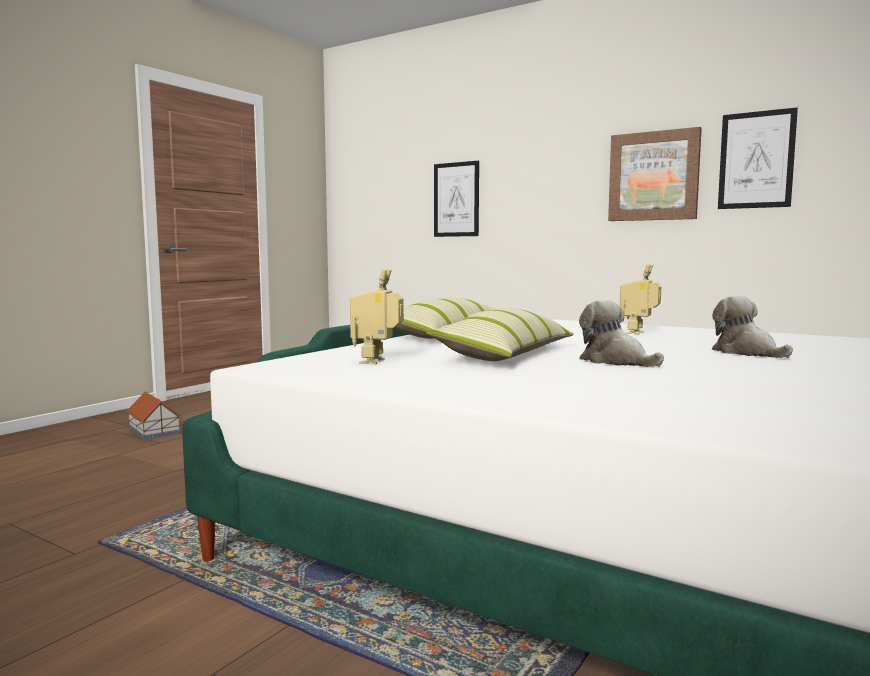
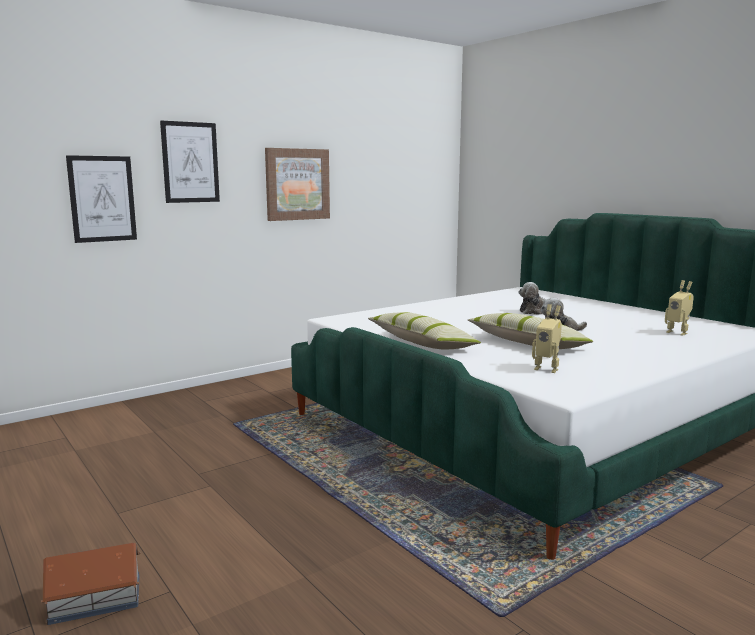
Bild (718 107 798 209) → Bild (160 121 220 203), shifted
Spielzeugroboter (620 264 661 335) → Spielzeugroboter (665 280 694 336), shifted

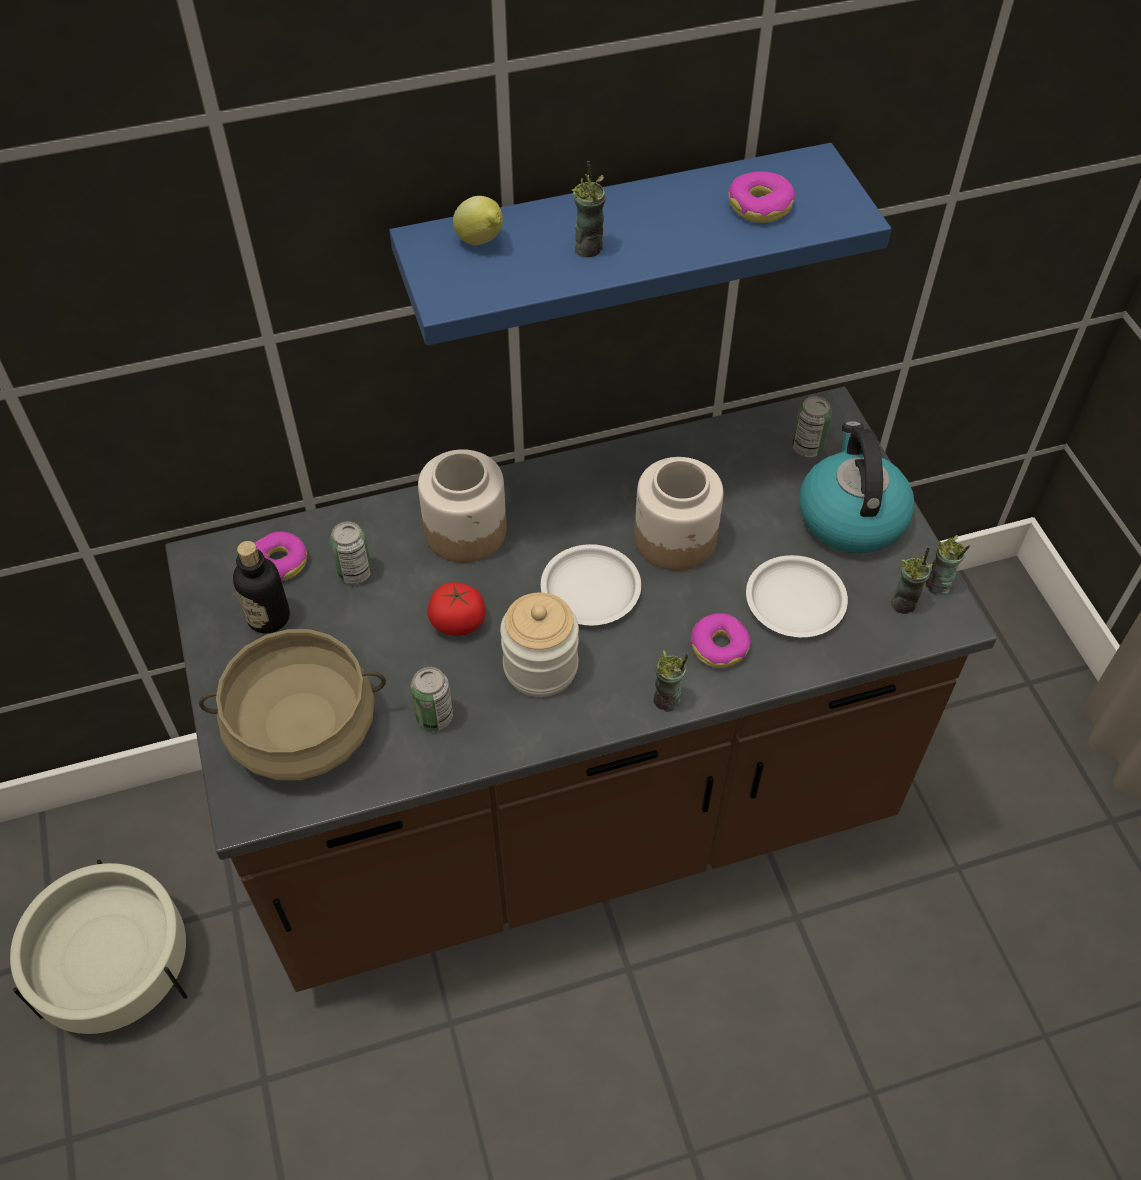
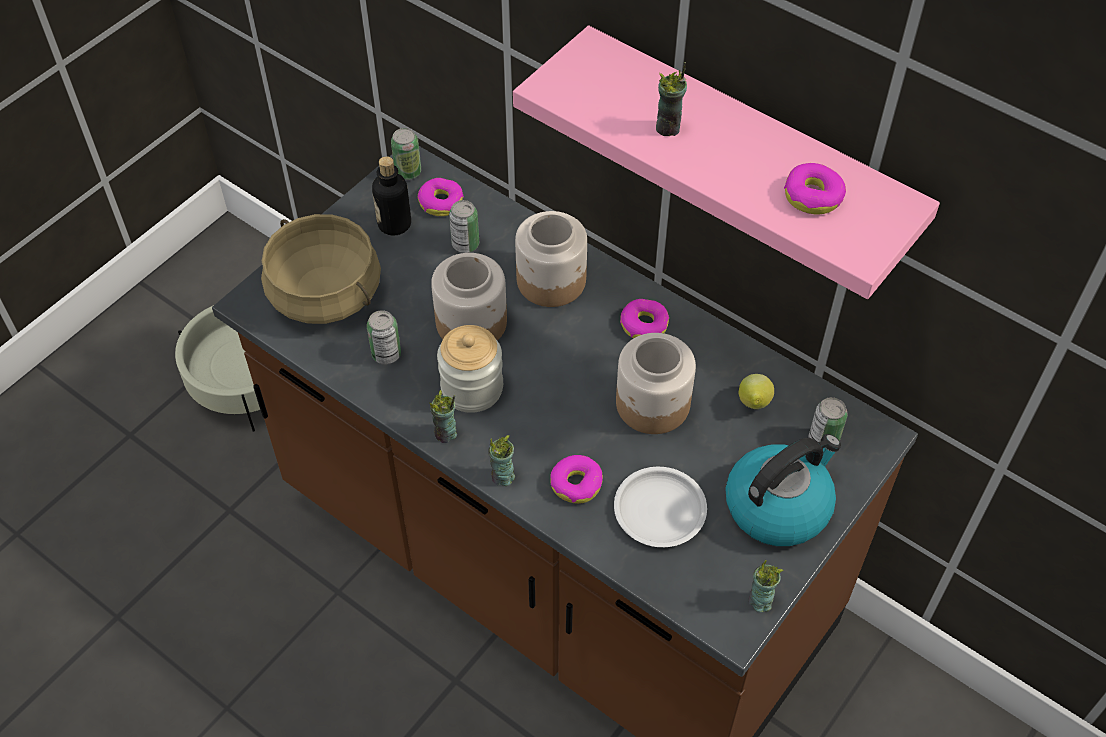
- → Dose (391 128 421 180)
Tasse (891 547 933 614) → Tasse (429 390 457 443), shifted
Tomate (427 582 485 636) → Vorratsglas (431 253 507 341)
Wandregal/blau (389 143 891 346) → Wandregal/rosa (513 25 940 299)
- → Donut (620 299 669 338)
Zitrone (453 196 503 245) → Zitrone (739 374 774 409), shifted
Teller/weiß (541 544 641 625) → -

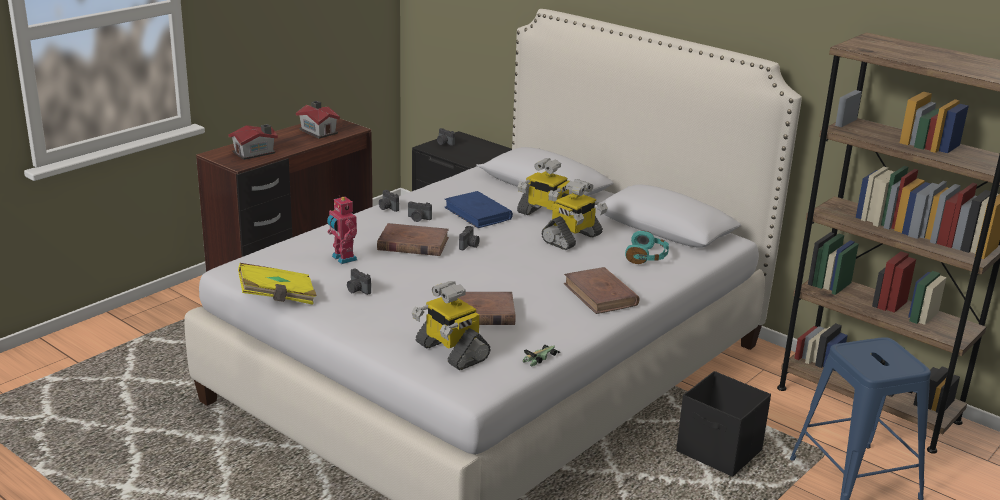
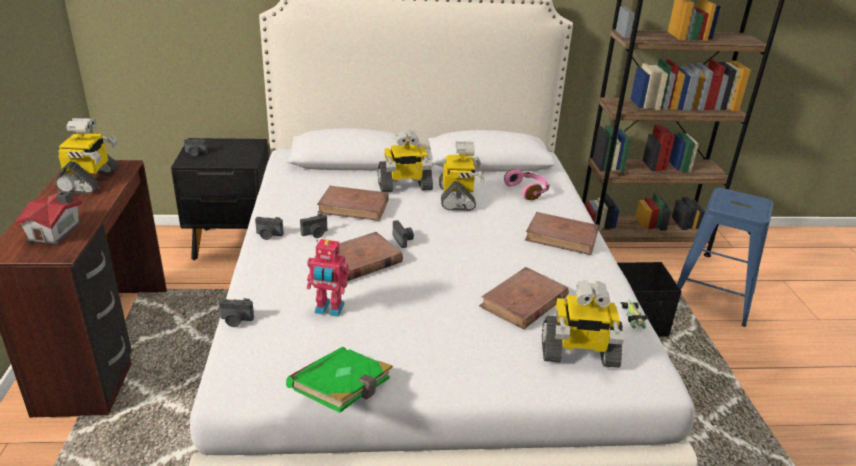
Spielzeughaus (296 101 340 139) → Spielzeugroboter (55 118 117 194)
Kamera (347 269 371 295) → Kamera (219 298 254 327), shifted
Buch/gelb (238 263 317 305) → Buch/grün (286 347 393 413)
Buch/blau (444 191 513 228) → Buch/braun (317 186 389 221)
Kopfhörer/türkis (625 231 669 264) → Kopfhörer/rosa (504 169 550 200)

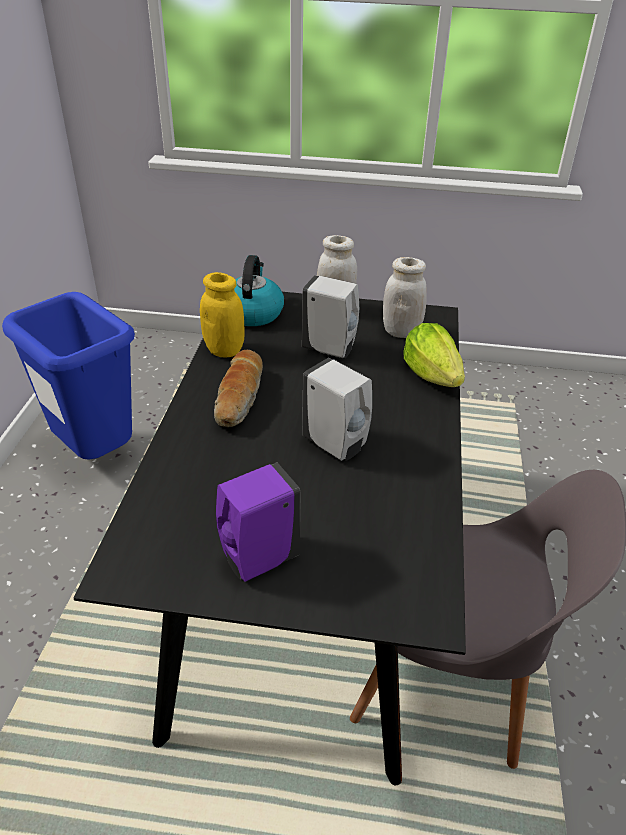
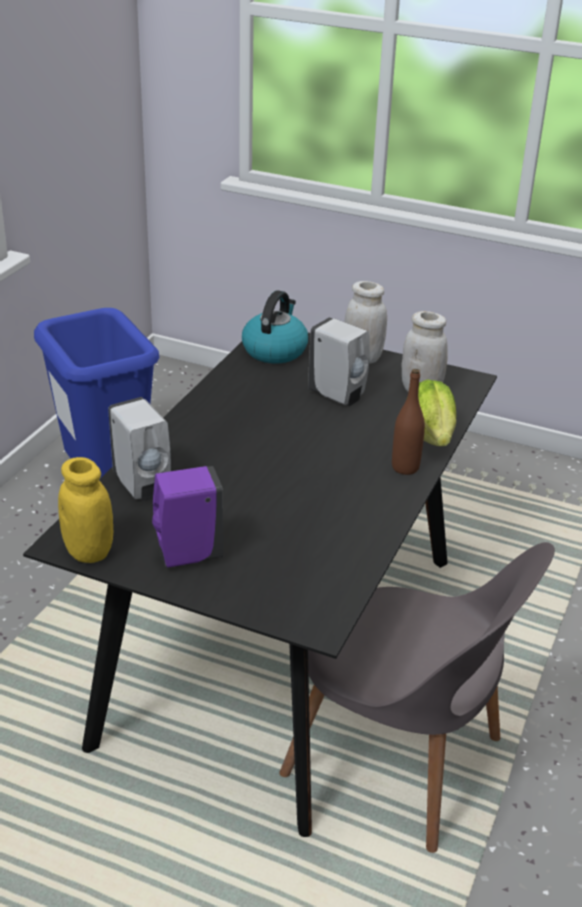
Vorratsglas/gelb (200 272 244 357) → Vorratsglas/gelb (58 457 113 563), shifted
Seifenspender/weiß (302 358 372 461) → Seifenspender/weiß (108 397 171 501), shifted
- → Flasche/braun (392 369 425 475)
Brot (214 350 263 427) → -

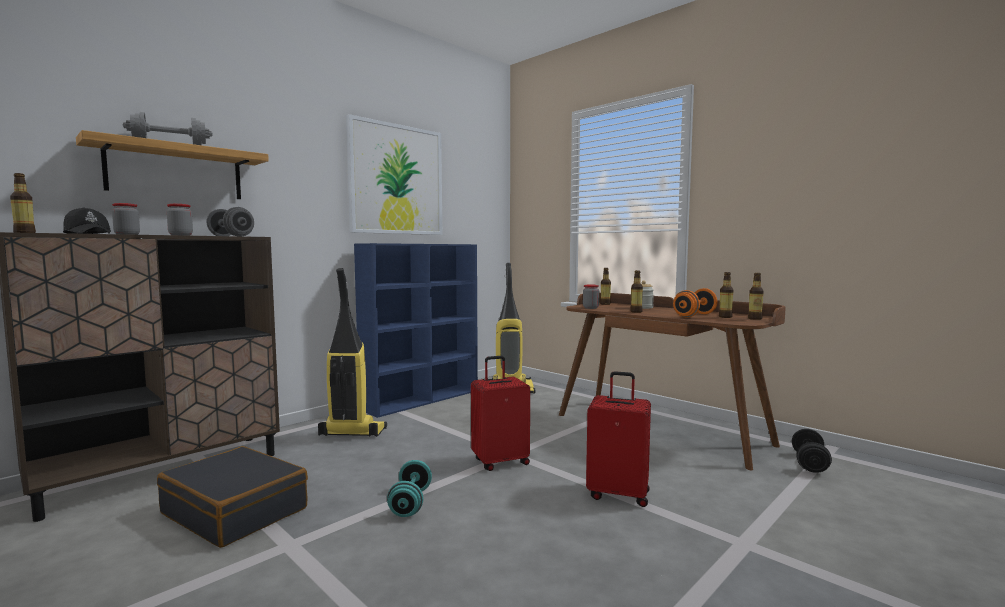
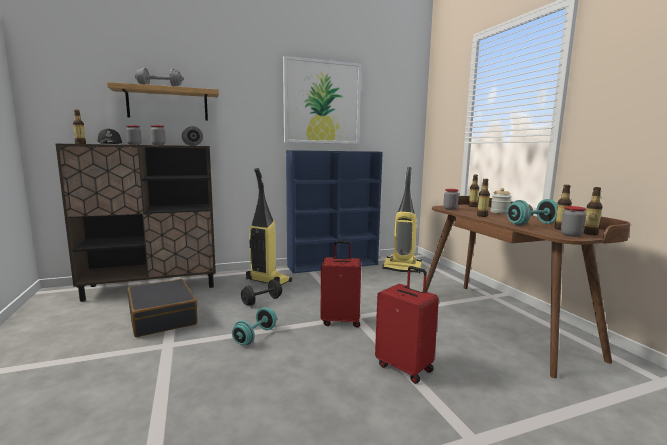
Hantel/schwarz (792 429 832 473) → Hantel/schwarz (241 280 282 306), shifted
Hantel/orange (673 288 717 317) → Hantel/türkis (507 199 558 226)
- → Vorratsglas (561 206 586 237)

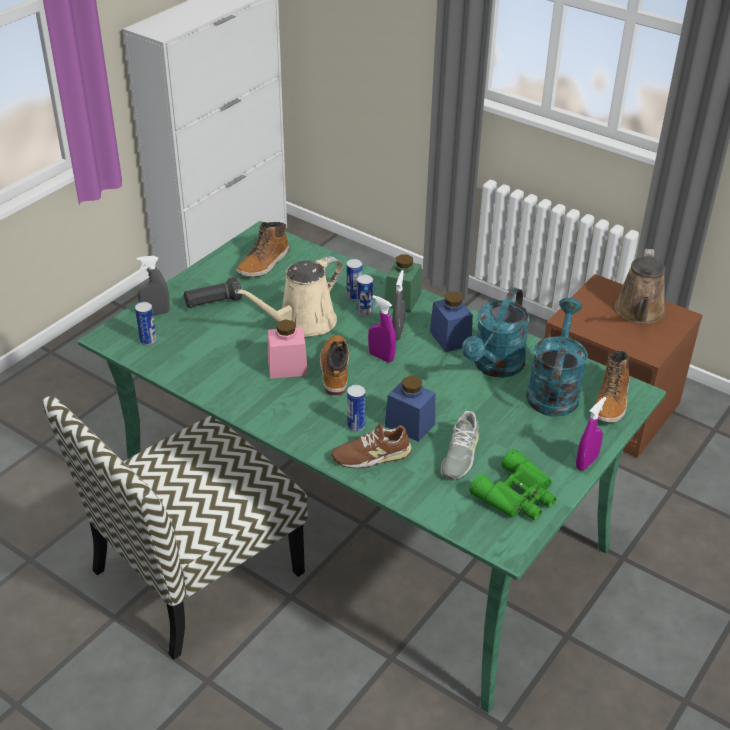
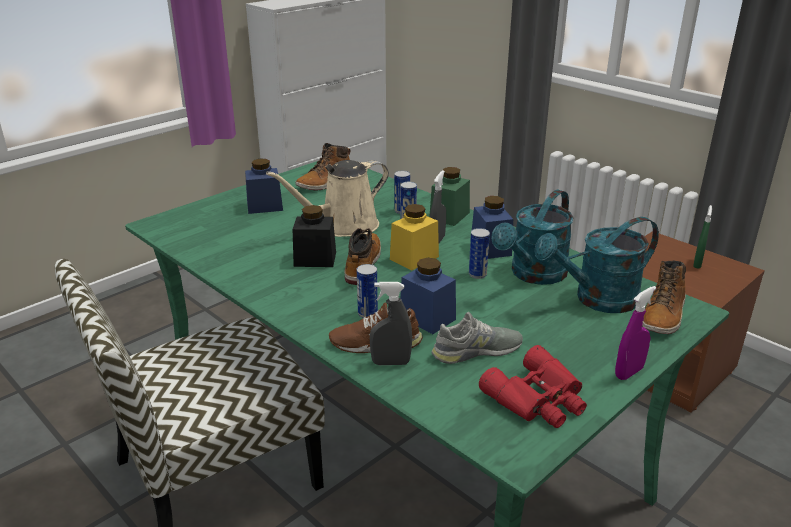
Taschenlampe/schwarz (183 277 242 308) → Vorratsglas/blau (245 159 283 214)
Vorratsglas/rosa (268 319 308 379) → Vorratsglas/schwarz (293 205 336 267)
Sprühflasche/grau (137 256 170 315) → Sprühflasche/grau (370 282 412 365), shifted
Sprühflasche/lila (368 295 396 362) → Vorratsglas/gelb (390 204 439 270)
Schuh/grau (440 411 479 479) → Schuh/grau (431 312 523 364), 135 degrees counterclockwise
Dose (135 302 157 346) → Dose (469 228 490 279), shifted
Fernglas/grün (470 449 557 520) → Fernglas/rot (479 345 587 428)
Gießkanne/türkis (526 298 588 417) → Gießkanne/türkis (534 217 659 313), 135 degrees counterclockwise
Gießkanne/braun (615 249 666 324) → Sprühflasche/grün (693 205 712 269)

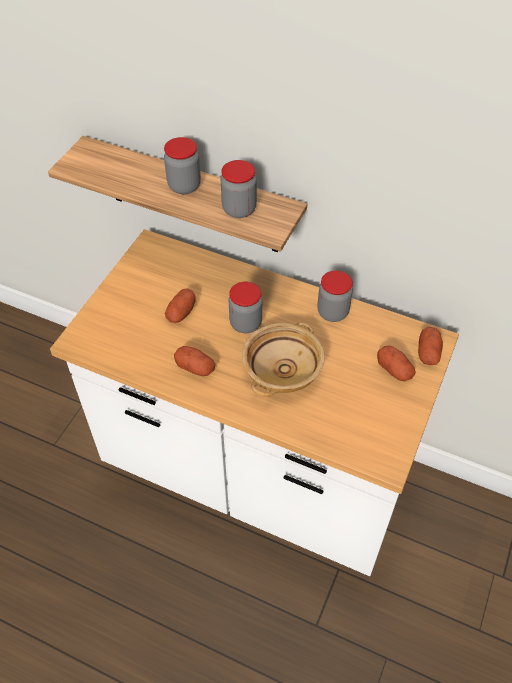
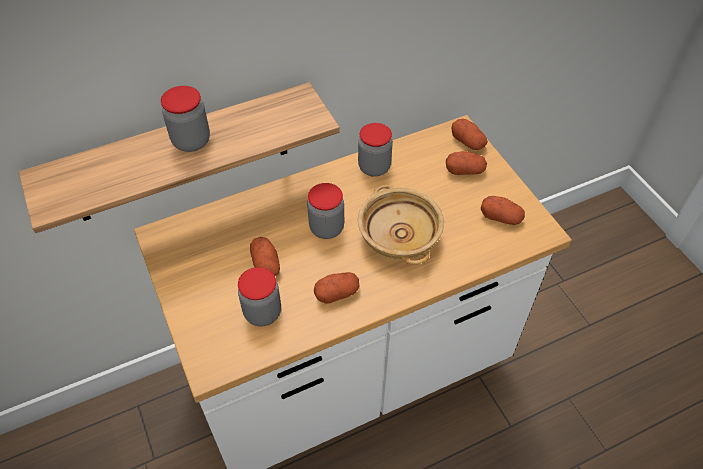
Vorratsglas (221 160 257 218) → Vorratsglas (238 267 281 327), shifted
- → Kartoffel (481 196 525 225)

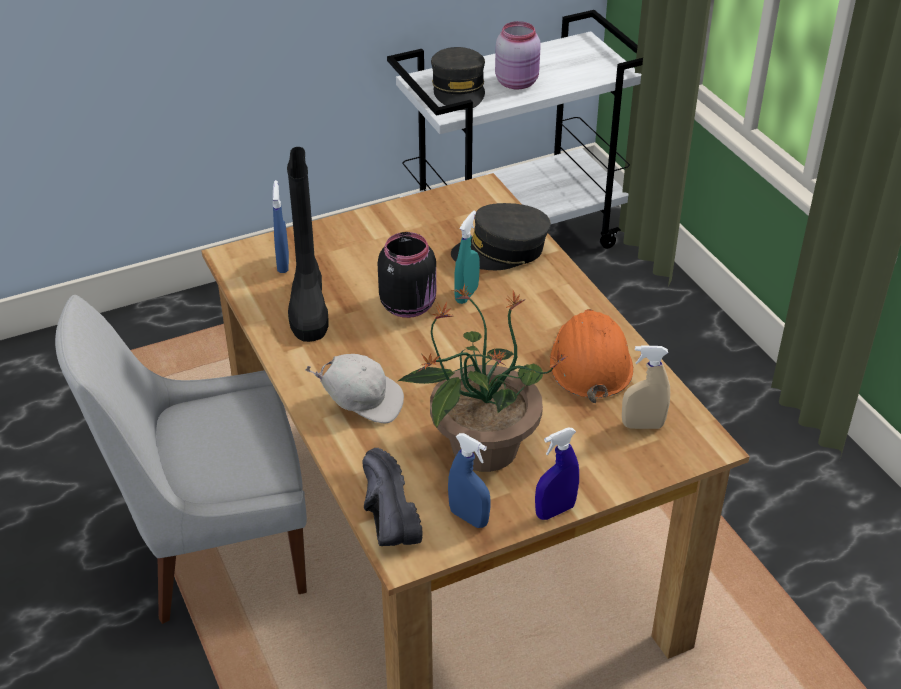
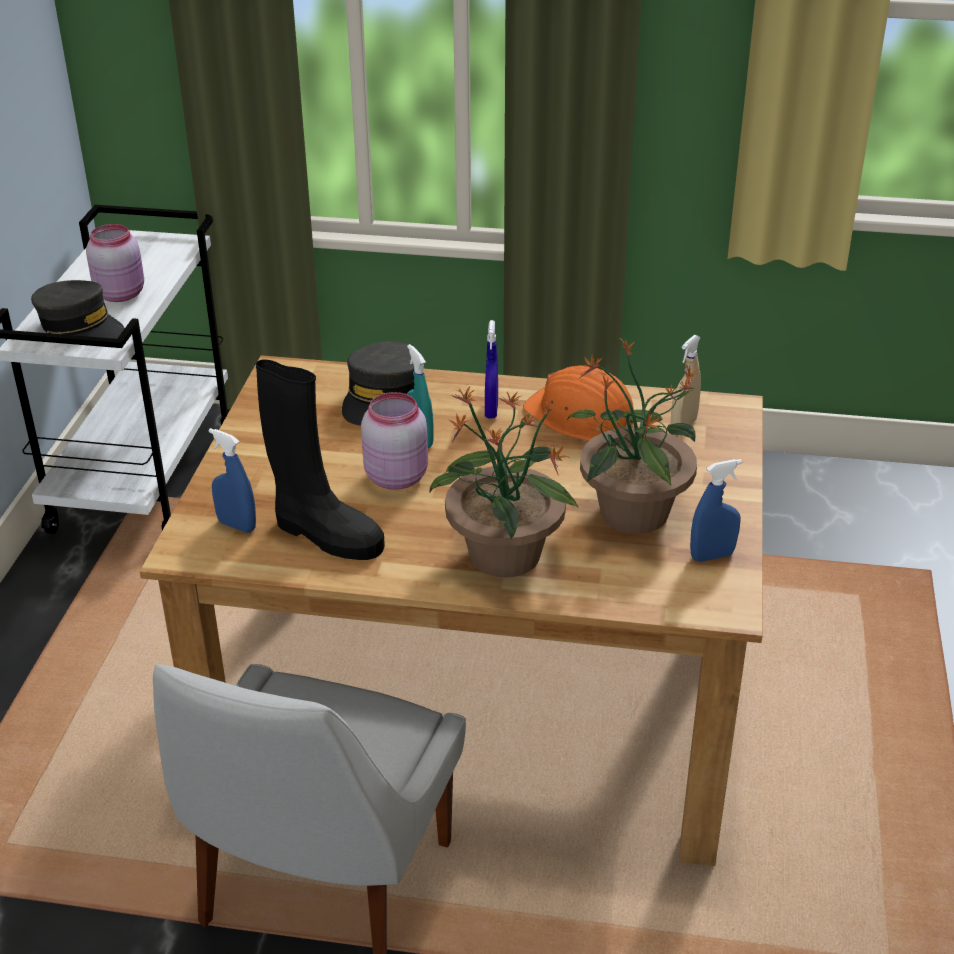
Vorratsglas/schwarz (378 232 436 318) → Vorratsglas/rosa (361 392 428 489)
Kappe/weiß (305 354 404 423) → Topfpflanze (429 387 579 578)
Sprühflasche/blau (535 428 579 520) → Sprühflasche/blau (485 320 498 419), shifted
Schuh/schwarz (363 448 423 546) → -

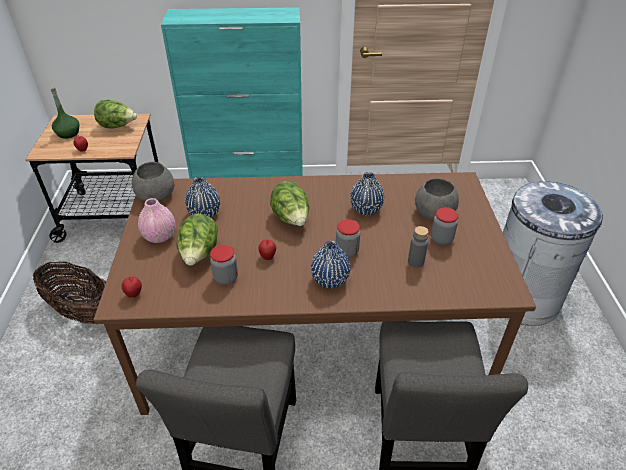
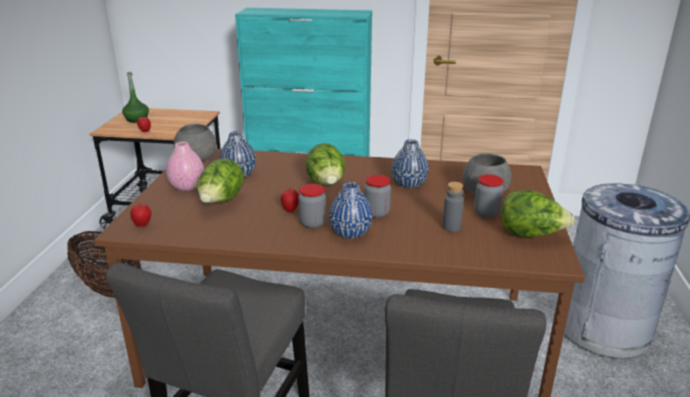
Vorratsglas (210 245 238 285) → Vorratsglas (298 184 326 228), shifted
Salatkopf (94 100 137 129) → Salatkopf (501 190 575 237), shifted

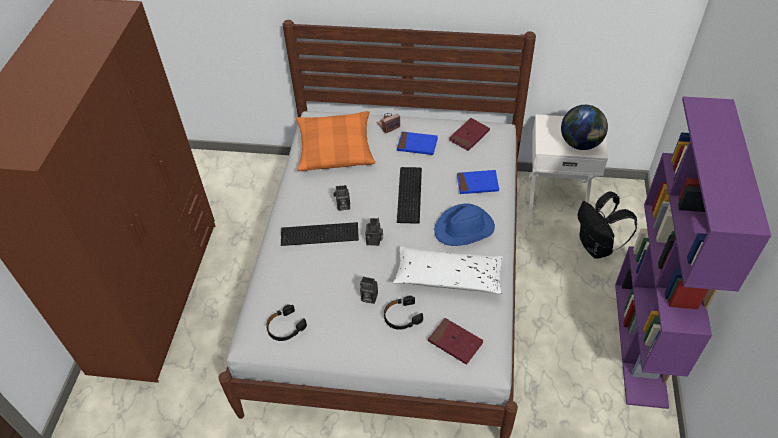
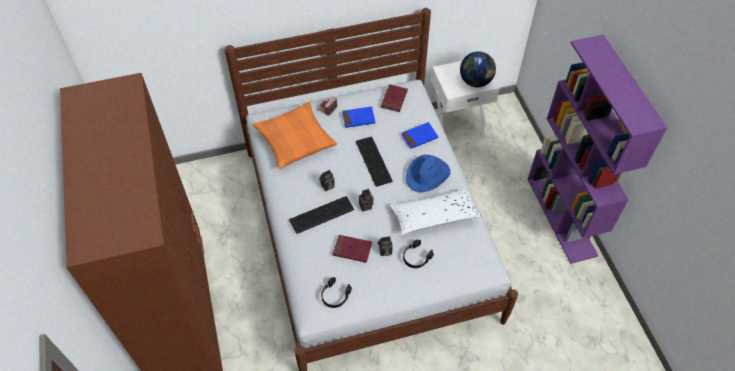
Buch/rot (428 318 483 365) → Buch/rot (333 235 372 263), shifted
Rucksack/schwarz (578 191 637 259) → -

